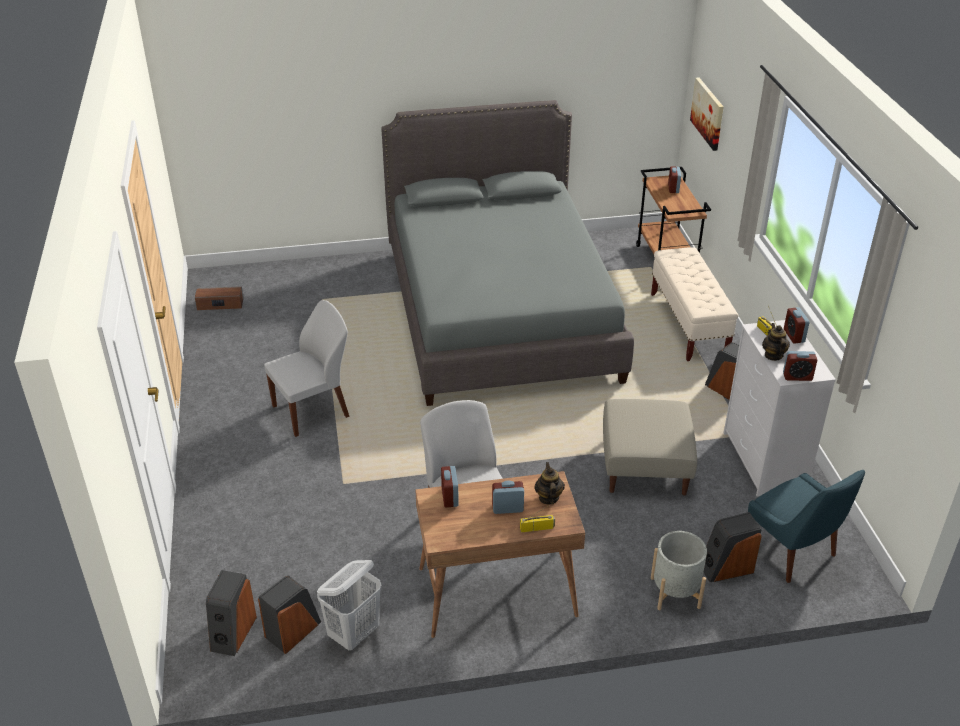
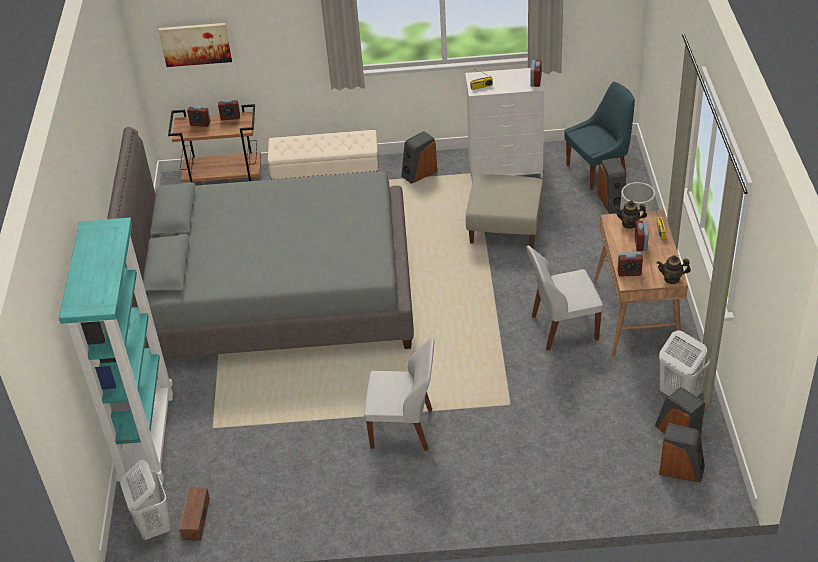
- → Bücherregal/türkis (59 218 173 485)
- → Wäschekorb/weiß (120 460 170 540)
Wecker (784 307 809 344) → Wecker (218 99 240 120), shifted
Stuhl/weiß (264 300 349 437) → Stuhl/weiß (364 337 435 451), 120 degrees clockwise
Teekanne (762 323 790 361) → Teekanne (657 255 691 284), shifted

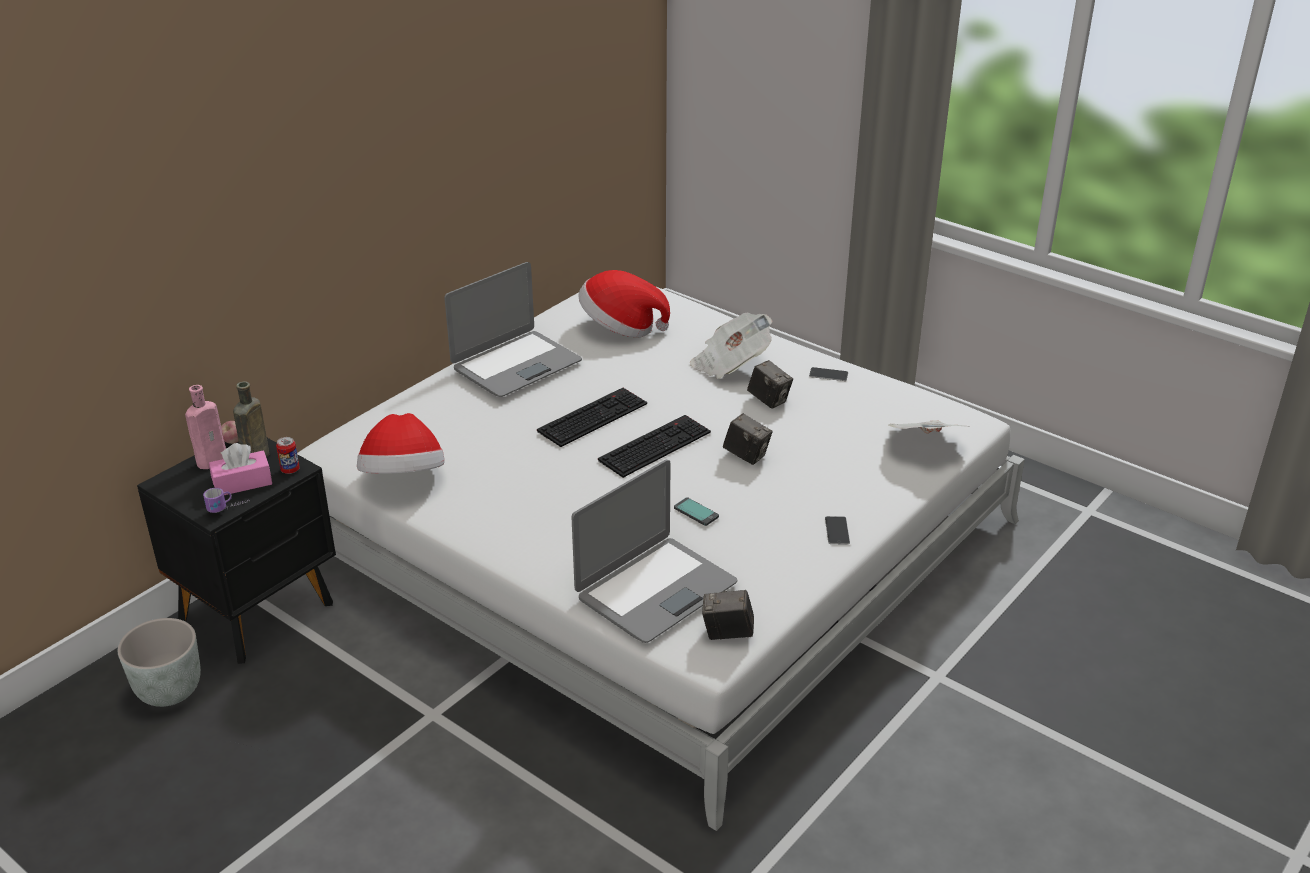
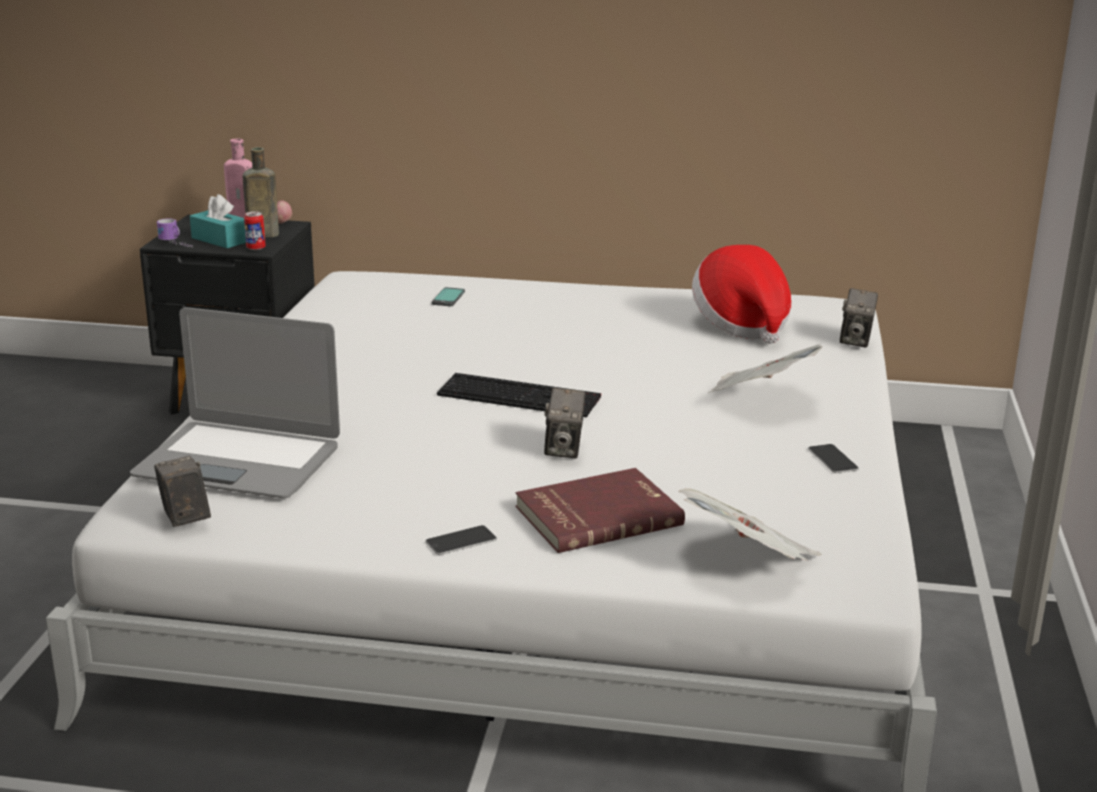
Taschentuchbox/rosa (209 443 272 495) → Taschentuchbox/türkis (190 194 246 248)
Handy (674 497 719 526) → Handy (432 287 465 306), shifted
- → Buch/rot (515 468 685 553)
Kamera (747 360 793 409) → Kamera (839 288 878 347), shifted
Pflanzkübel/grau (118 618 201 707) → -
Hut (357 413 445 474) → -
Laptop (444 262 582 397) → -
Tastatur (537 388 647 447) → -

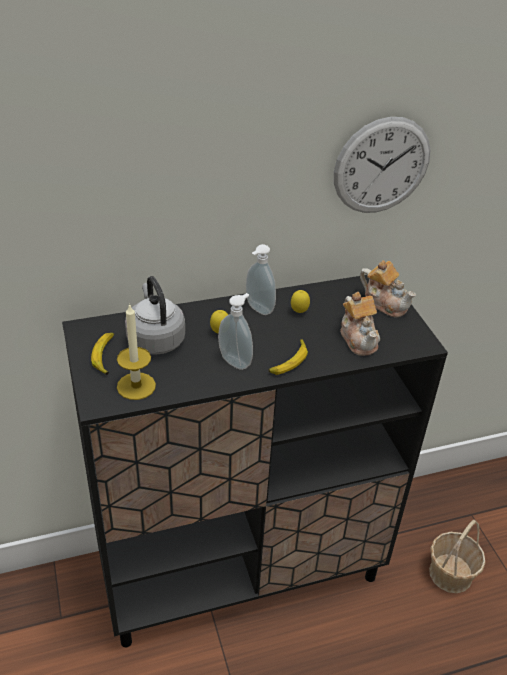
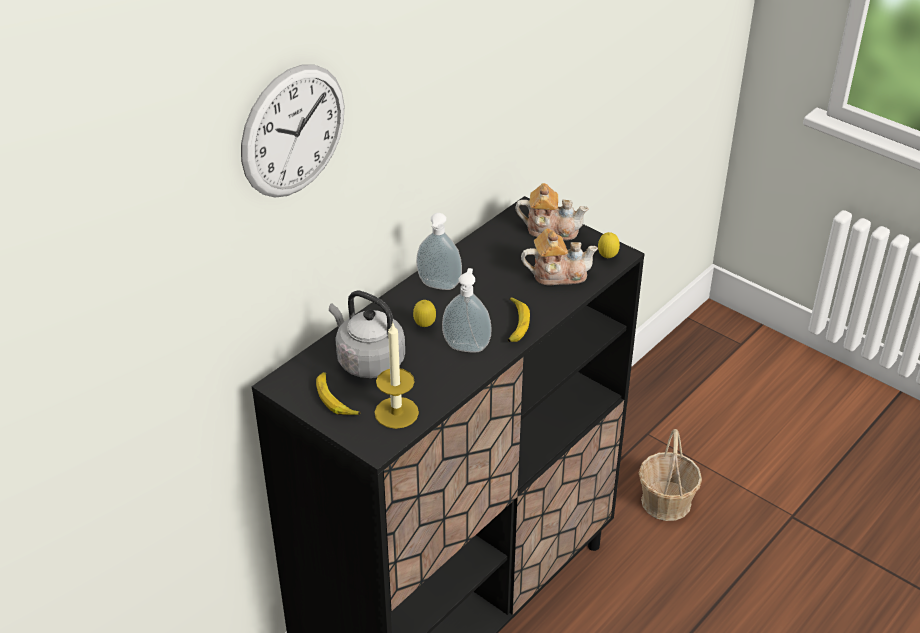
Wanduhr (334 117 431 213) → Wanduhr (241 64 344 198), shifted
Teekanne (340 292 380 356) → Teekanne (521 228 598 285), 45 degrees counterclockwise
Zitrone (291 290 310 313) → Zitrone (598 232 620 258), shifted

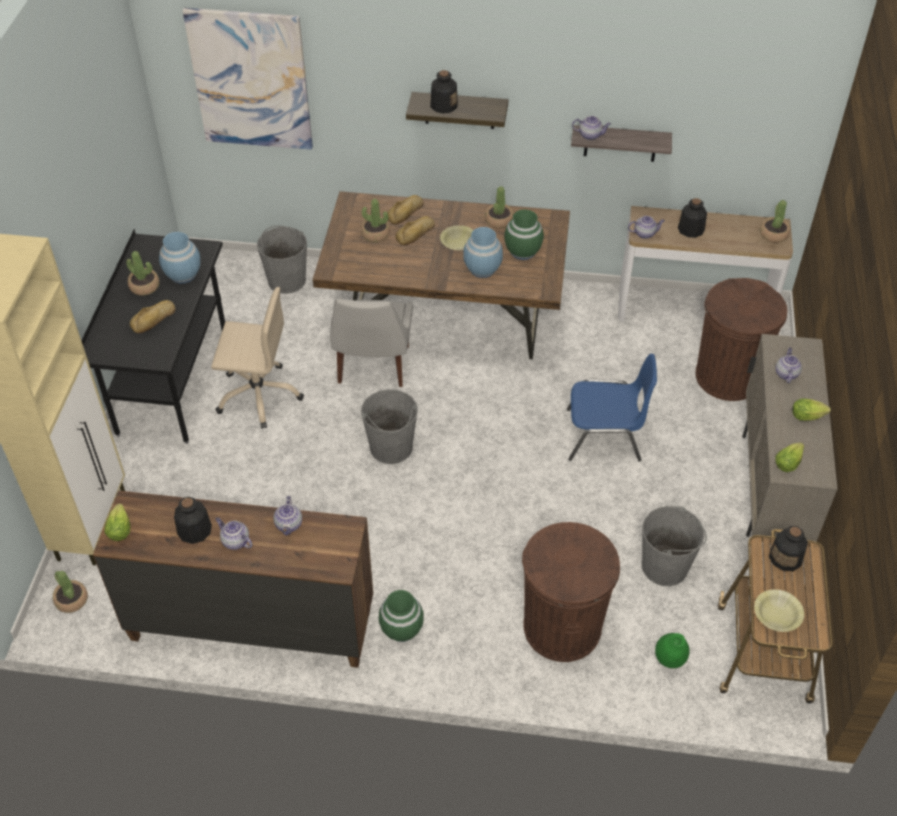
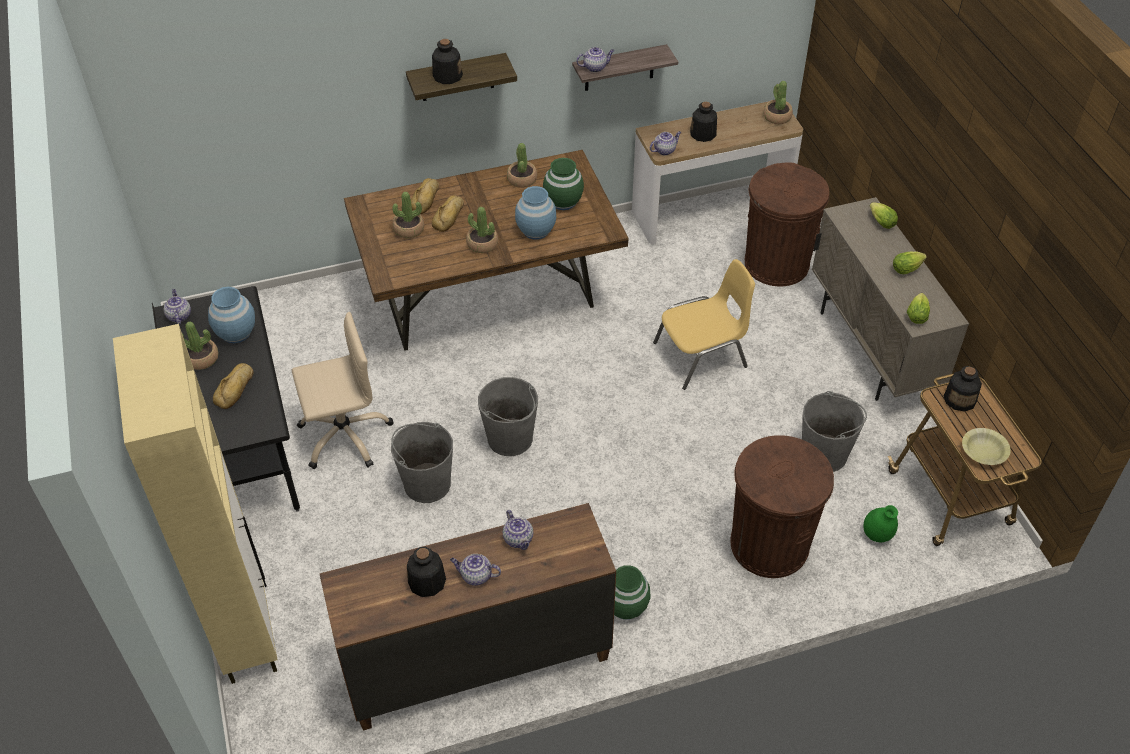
Teekanne (776 348 802 383) → Teekanne (164 289 191 325), shifted
Eimer/grau (257 226 307 294) → Eimer/grau (391 422 453 503), shifted
Topfpflanze (53 571 88 613) → Topfpflanze (466 207 498 253), shifted
Stuhl/blau (567 354 657 461) → Stuhl/gelb (653 259 755 390)
Salatkopf (104 504 131 541) → Salatkopf (870 202 898 229), shifted
Bild (182 8 313 150) → -
Stuhl/weiß (330 298 413 387) → -
Schüssel/gelb (440 225 473 250) → -

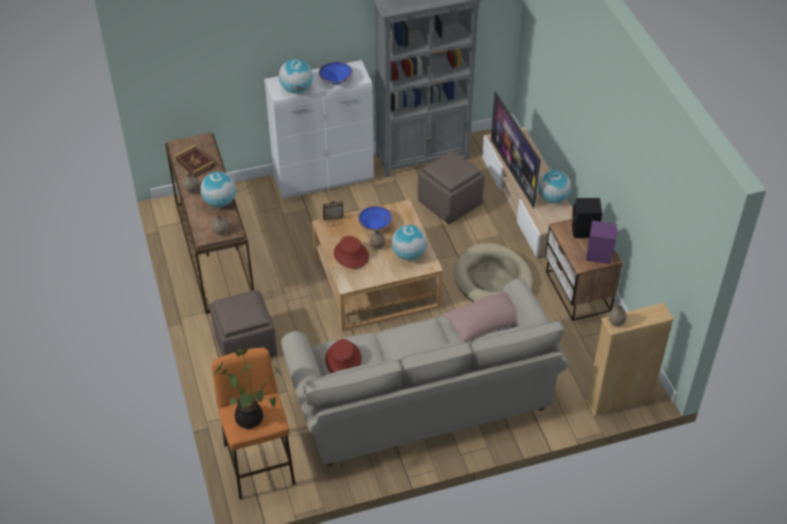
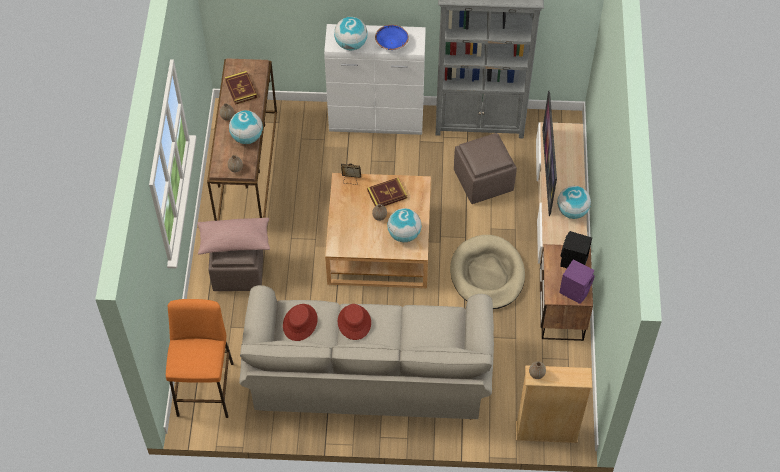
Kissen/rosa (443 292 517 342) → Kissen/rosa (197 218 270 255), shifted
Hut/rot (334 236 369 269) → Hut/rot (338 304 371 340), shifted
Schüssel/blau (358 206 393 231) → Buch (367 178 407 206)
Topfpflanze (214 348 283 429) → -

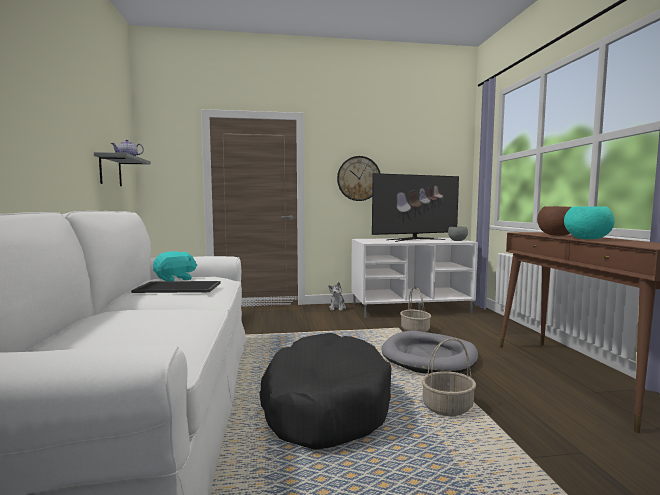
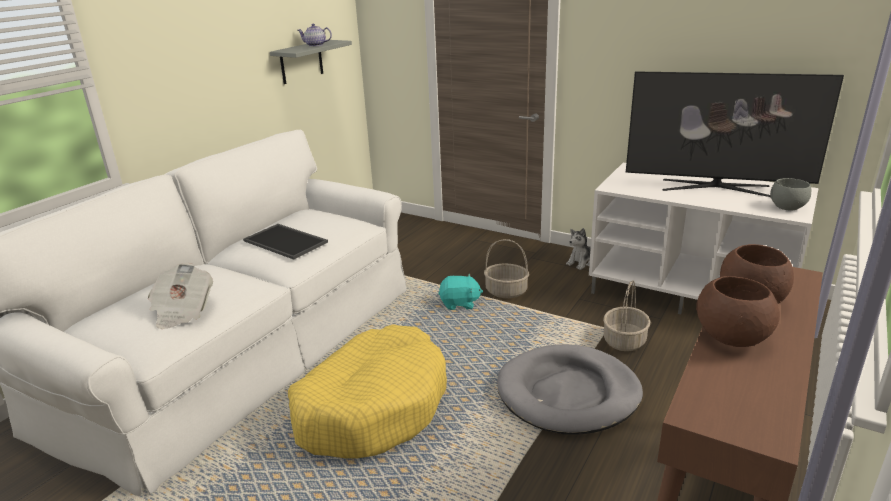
- → Zeitung (148 263 213 329)
Hundebett/schwarz (259 333 392 450) → Hundebett/gelb (288 324 447 459)
Plüschtier/türkis (153 251 197 281) → Plüschtier/türkis (438 274 483 310), shifted
Korb (422 338 476 416) → Korb (484 239 529 298), shifted
Schüssel/türkis (564 206 615 239) → Schüssel/braun (696 276 780 347)
Wanduhr (337 156 381 201) → -

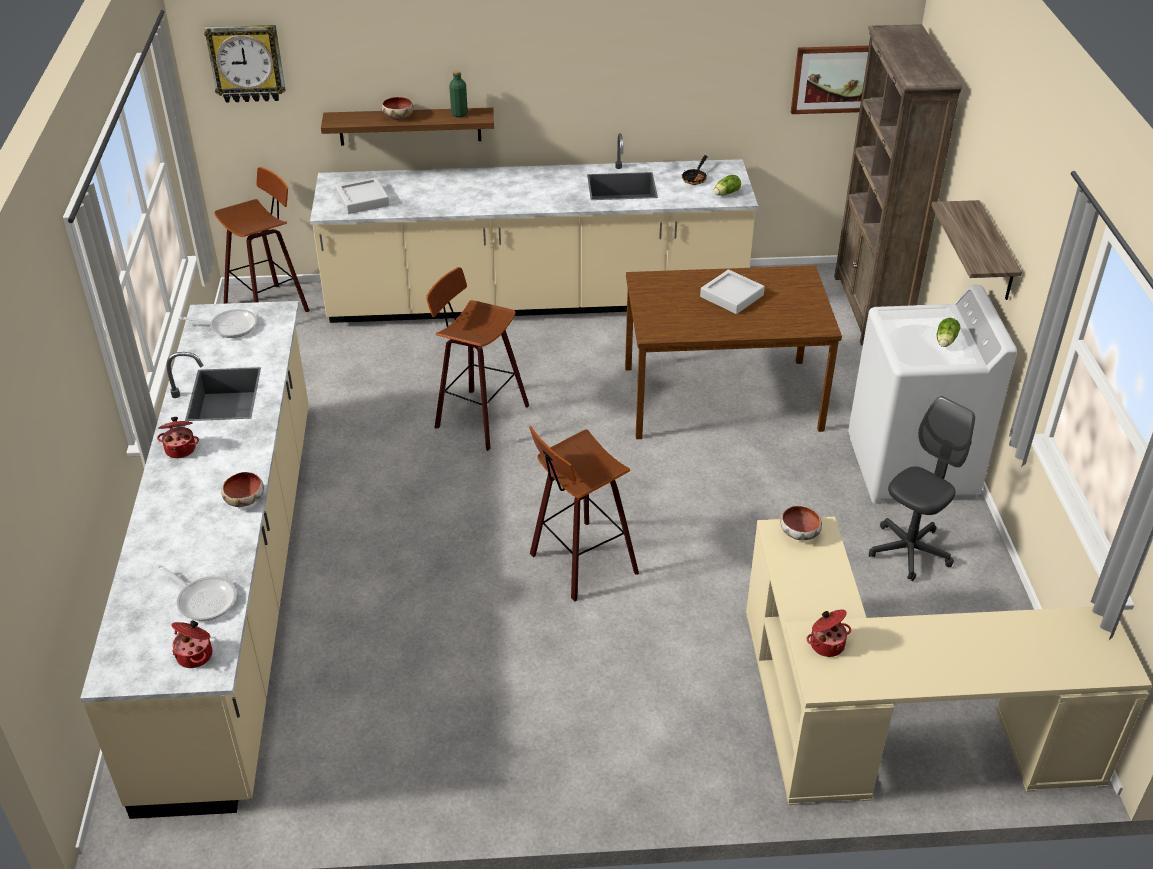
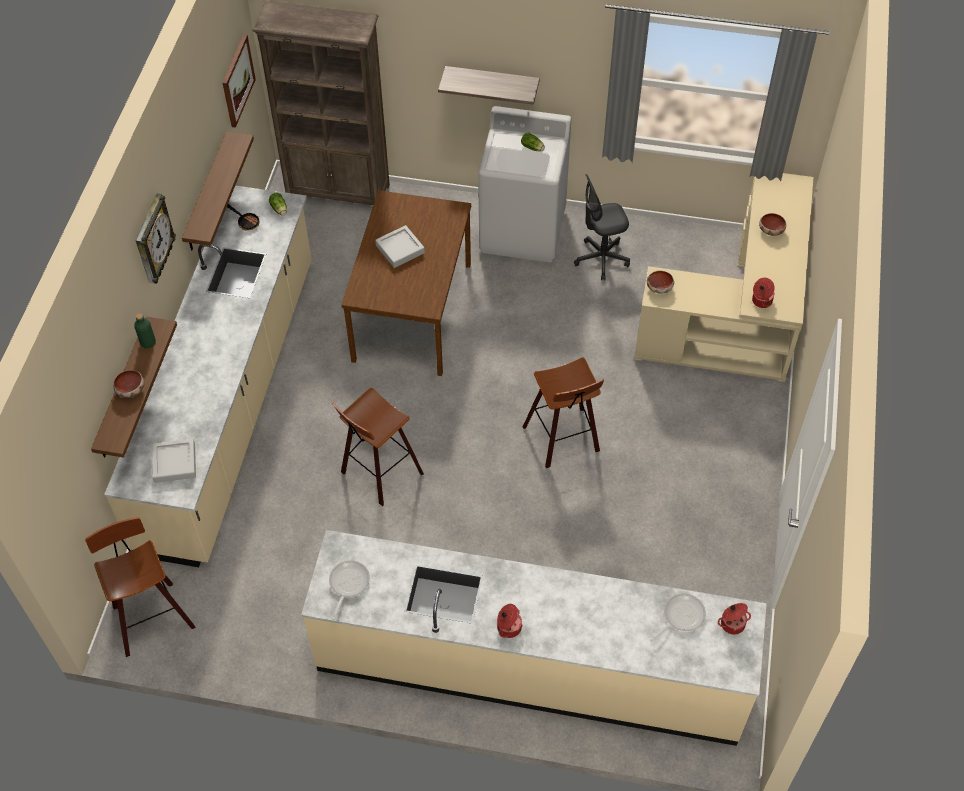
Wanduhr (204 25 286 103) → Wanduhr (136 193 176 284), shifted
- → Wandregal (182 132 254 250)
Bürostuhl/grau (869 396 975 581) → Bürostuhl/grau (574 174 630 280), 75 degrees counterclockwise
Schüssel (221 472 264 507) → Schüssel (759 213 786 236), shifted

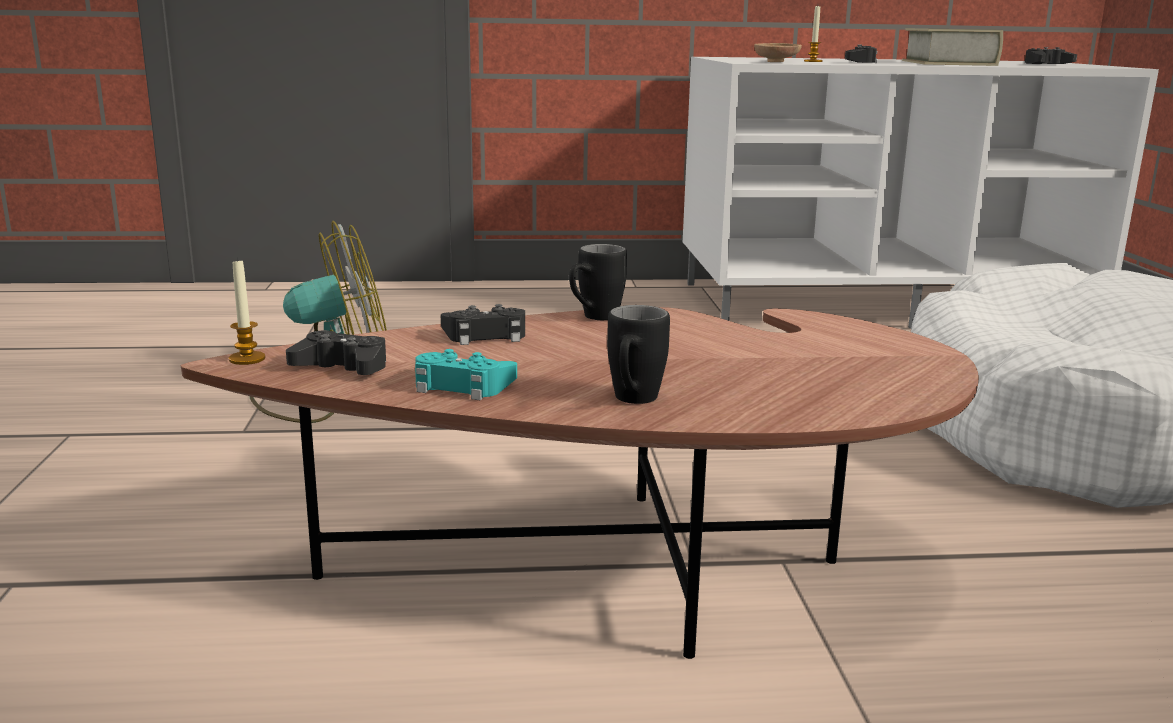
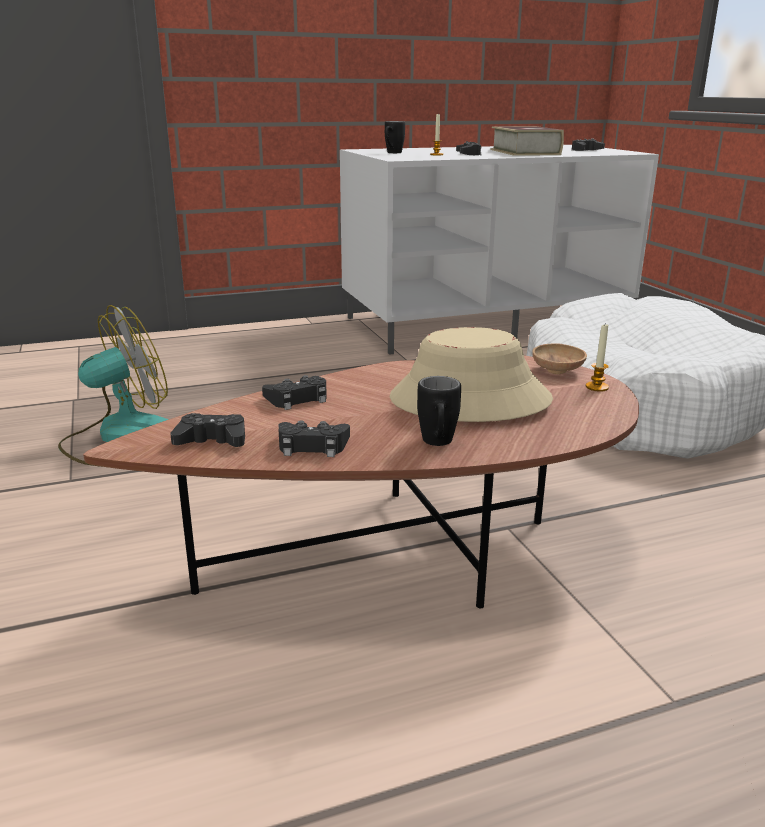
Gamepad/türkis (415 349 517 401) → Gamepad/schwarz (278 421 350 457)
Henkelbecher/schwarz (569 244 627 320) → Henkelbecher/schwarz (385 121 405 153), shifted
- → Hut/beige (390 327 553 422)
Schüssel/braun (754 43 802 62) → Schüssel/braun (533 343 587 374), shifted
Kerze (229 257 266 365) → Kerze (586 324 609 392), shifted

